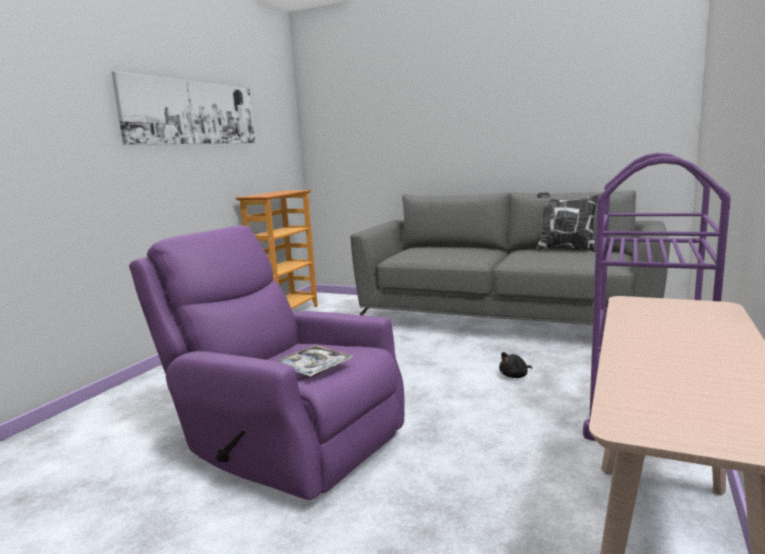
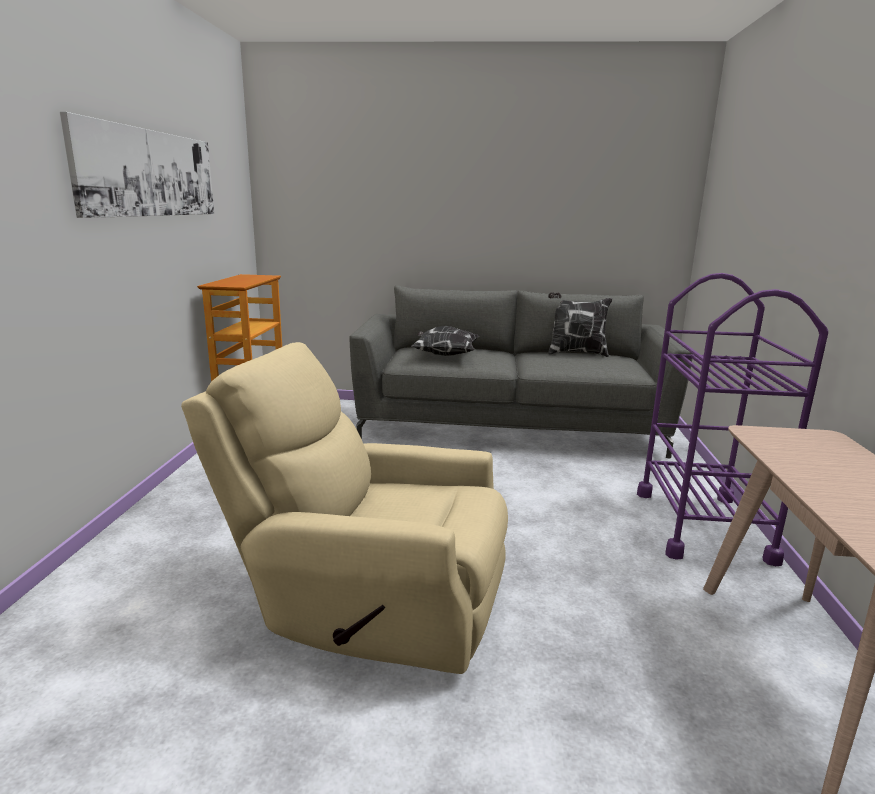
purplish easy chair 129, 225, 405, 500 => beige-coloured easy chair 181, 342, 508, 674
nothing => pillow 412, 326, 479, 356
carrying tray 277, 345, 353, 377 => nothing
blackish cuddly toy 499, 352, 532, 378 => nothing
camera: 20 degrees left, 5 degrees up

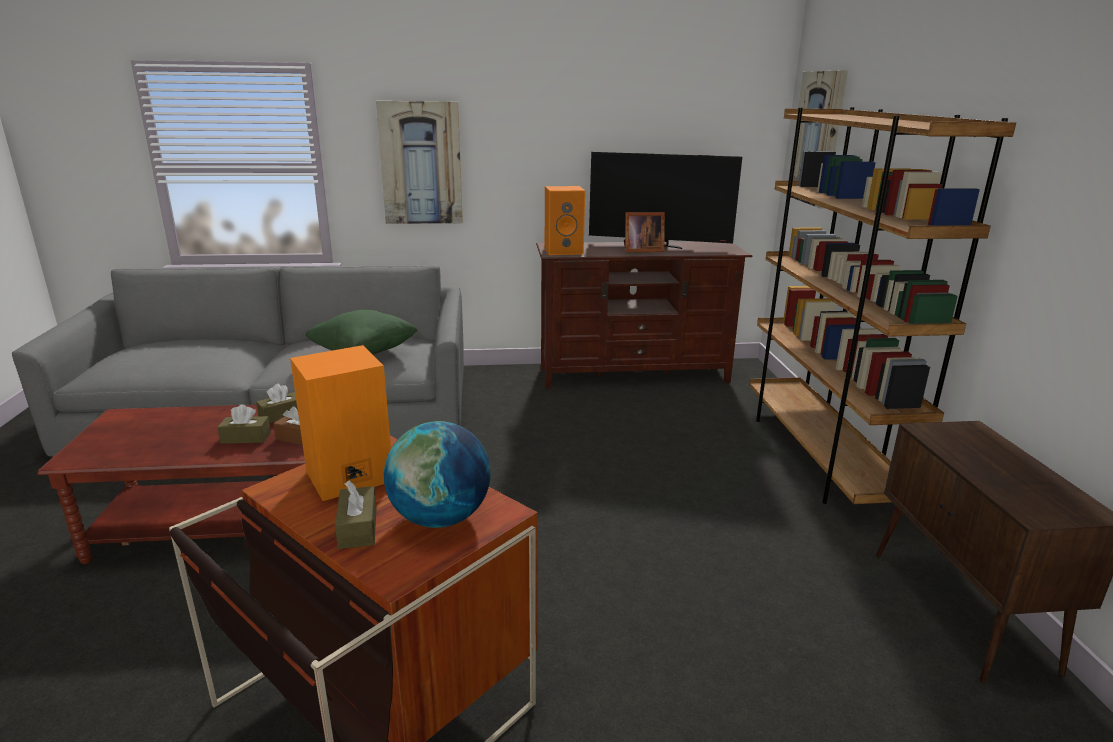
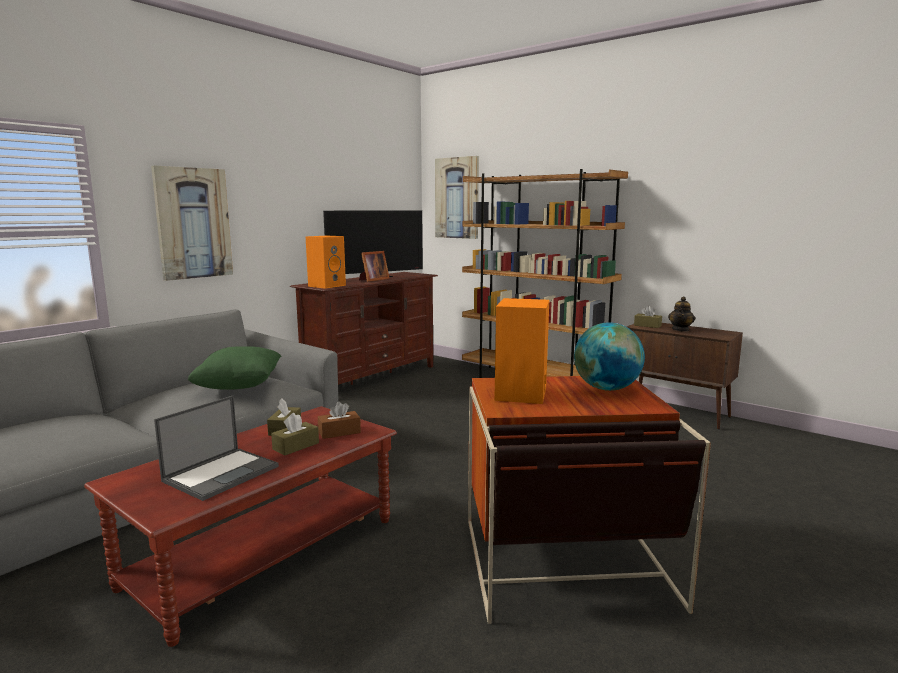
nothing => notebook computer 154, 396, 279, 501
brownish box of tissues 335, 480, 377, 549 => brownish box of tissues 634, 306, 662, 328, move
nothing => teapot 668, 297, 695, 332
camera: 45 degrees left, 10 degrees down

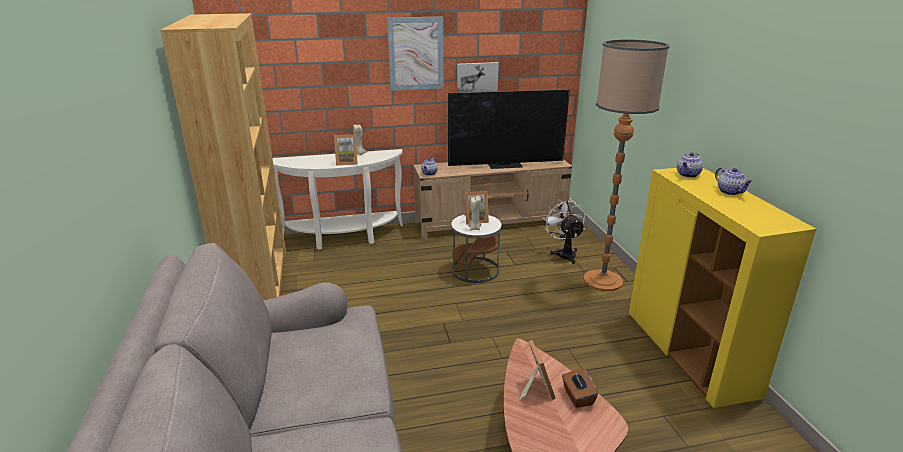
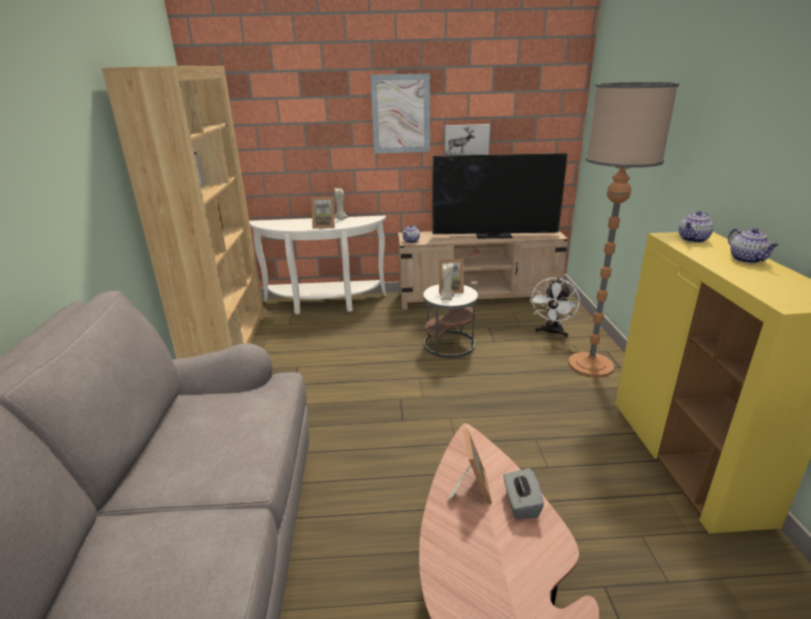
brownish box of tissues 562, 368, 598, 408 => greyish box of tissues 503, 468, 544, 519
whitish fan 543, 198, 585, 264 => whitish fan 530, 278, 580, 337, 150 degrees counterclockwise
camera: 10 degrees right, 0 degrees up

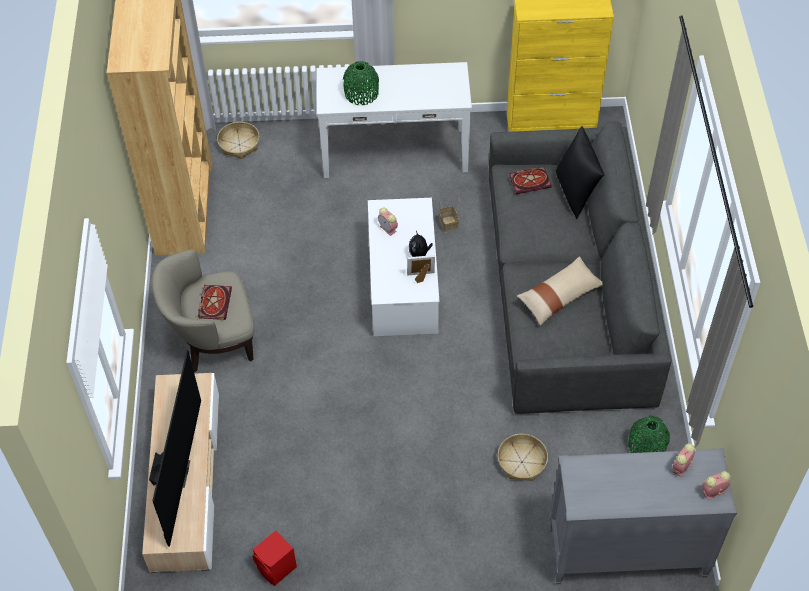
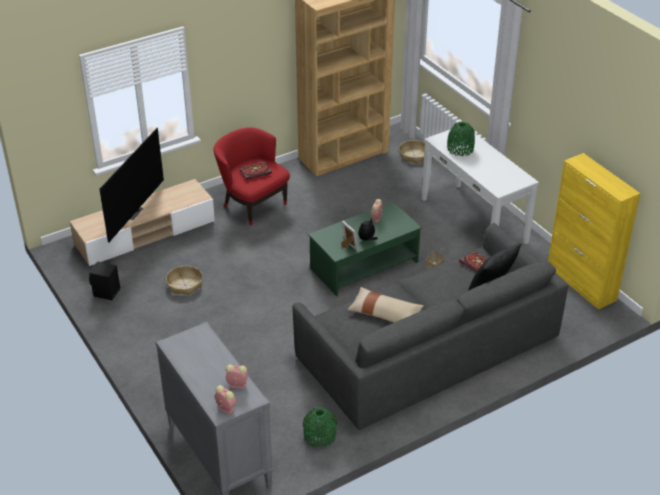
reddish speaker 252, 530, 297, 586 => blackish speaker 89, 262, 120, 300
television 149, 350, 201, 546 => television 99, 128, 164, 243, 45 degrees counterclockwise
storage basket 498, 434, 548, 481 => storage basket 166, 266, 203, 295, move
beige-coloured easy chair 152, 249, 254, 372 => reddish easy chair 214, 127, 290, 225
whitish coffee table 368, 198, 440, 336 => green-coloured coffee table 308, 202, 422, 296
camera: 60 degrees right, 15 degrees down

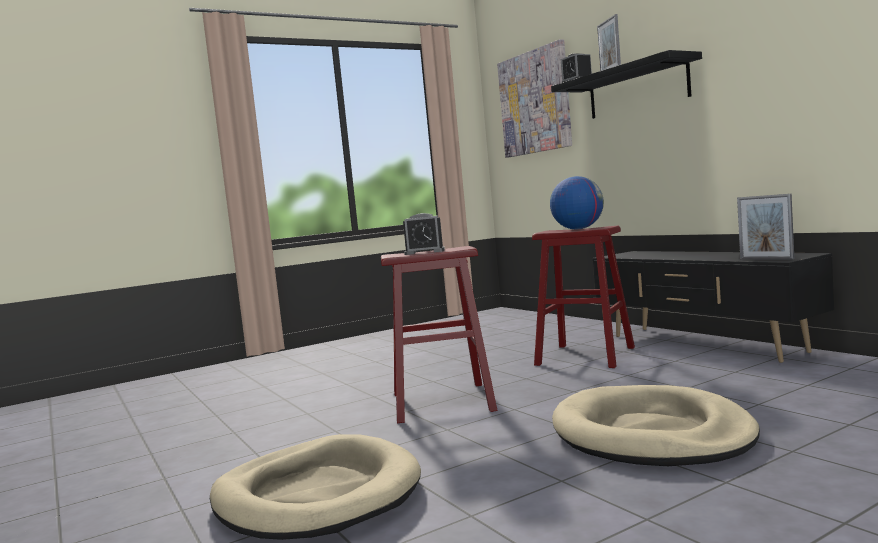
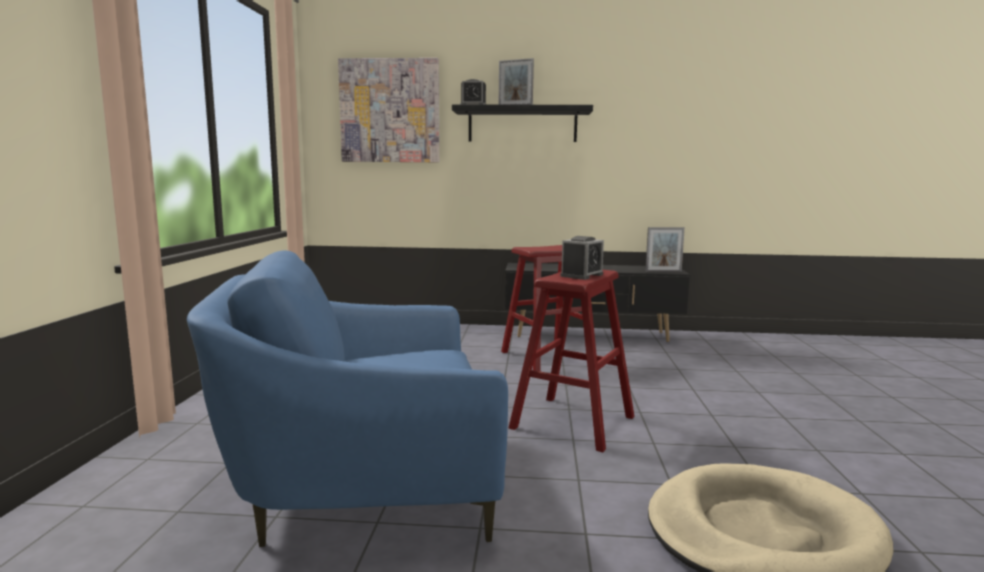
nothing => blue easy chair 187, 250, 508, 547
globe 550, 176, 604, 230 => nothing
beige-coloured dog cushion 552, 385, 760, 466 => nothing
camera: 55 degrees left, 5 degrees up

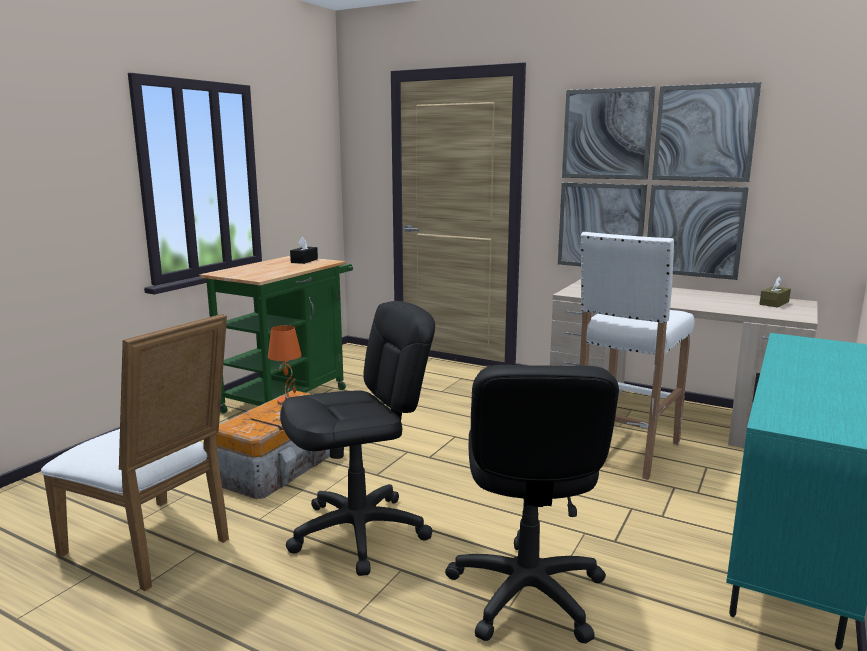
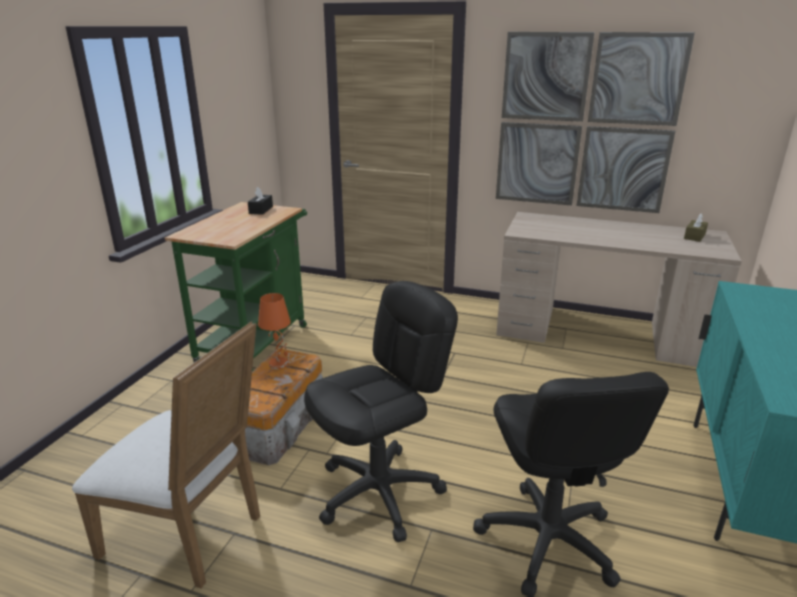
whitish stool 580, 232, 694, 480 => nothing
camera: 10 degrees left, 10 degrees up

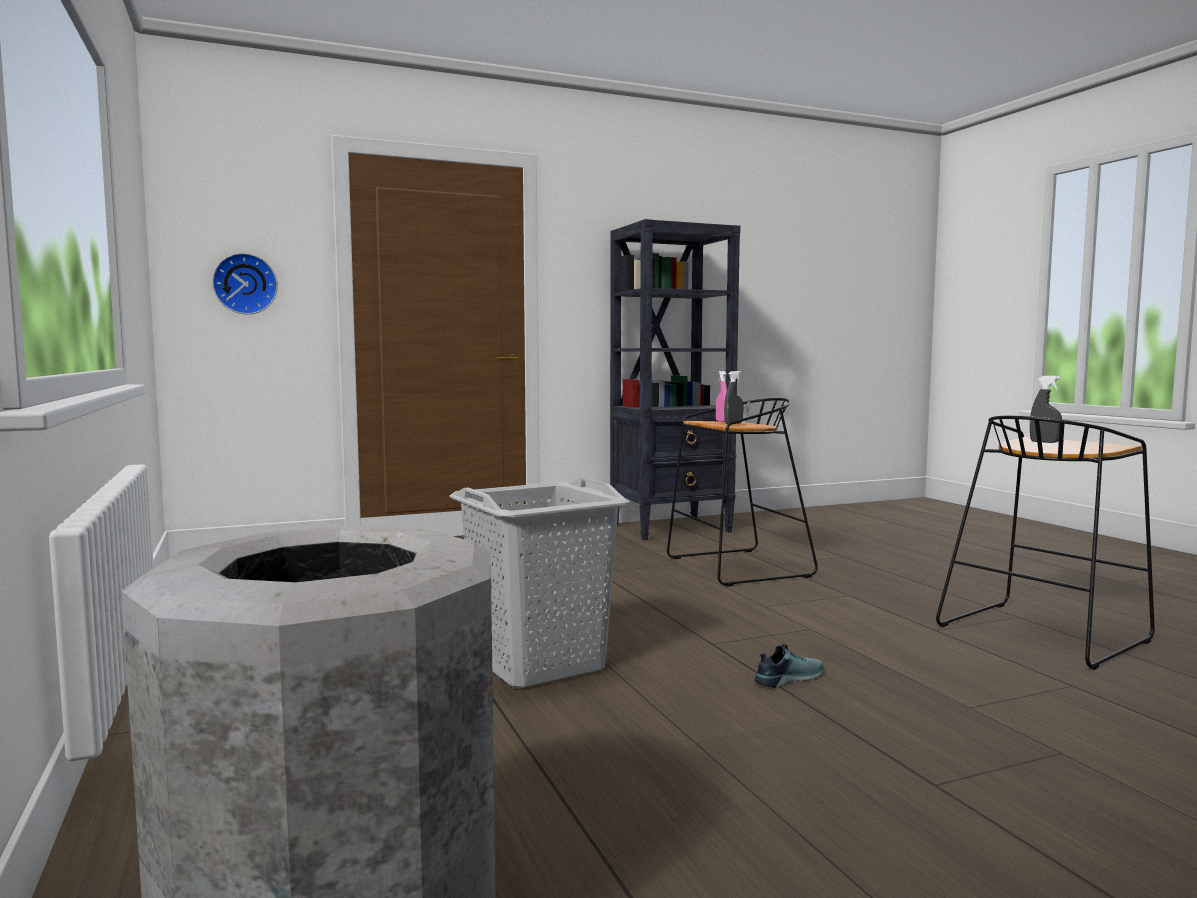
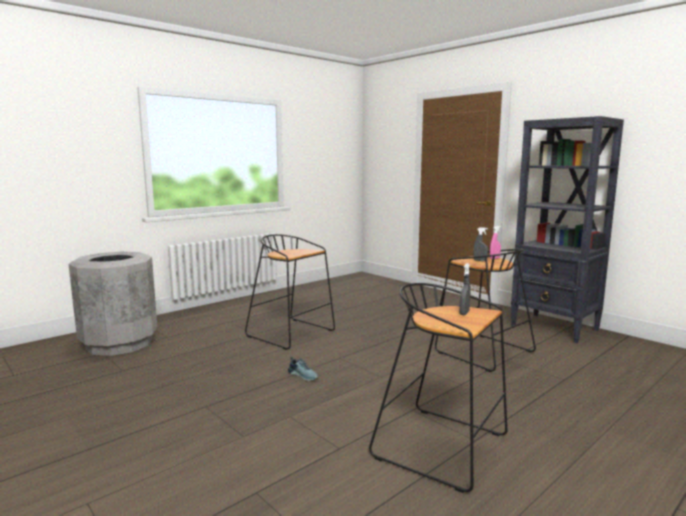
greyish laundry basket 450, 477, 630, 689 => blackish stool 245, 234, 335, 350
wall clock 212, 253, 278, 314 => nothing
camera: 70 degrees right, 5 degrees up

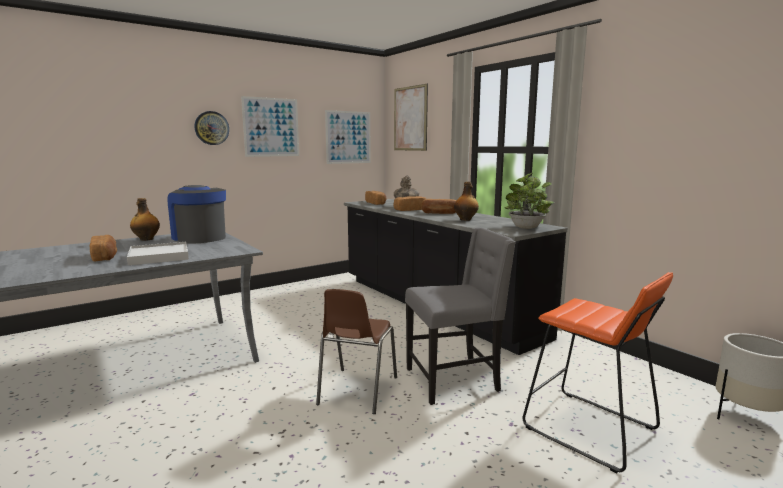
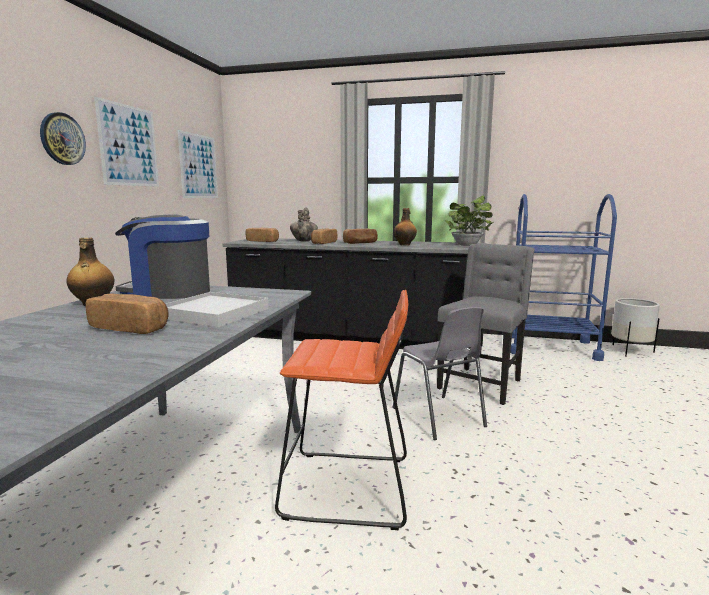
orange stool 523, 272, 673, 473 => orange stool 275, 290, 408, 530, move
brownish chair 316, 289, 397, 414 => greyish chair 392, 307, 487, 440
nothing => blue cart 510, 194, 617, 361
picture 394, 84, 428, 151 => nothing
camera: 40 degrees left, 0 degrees up

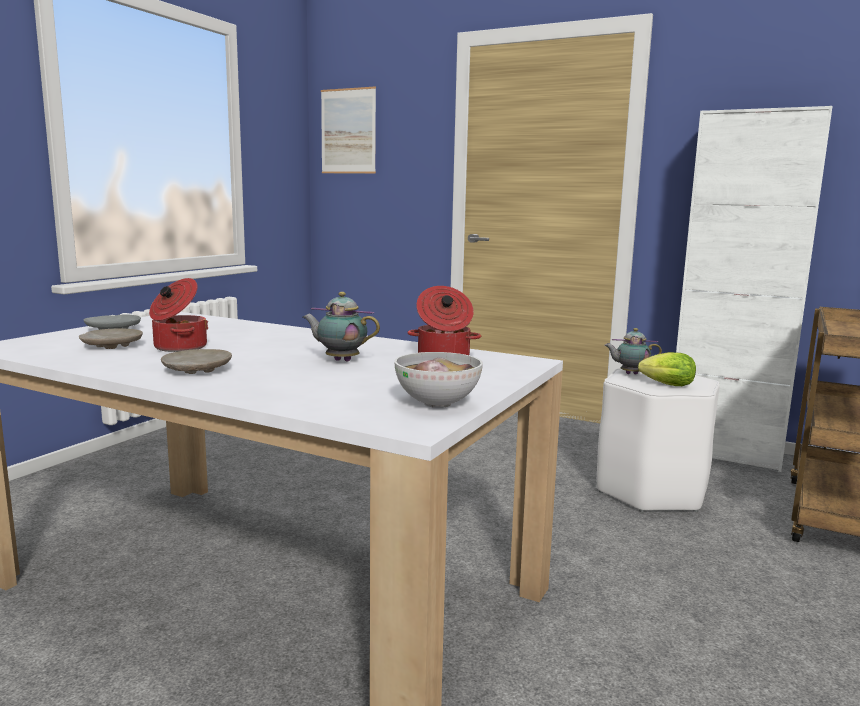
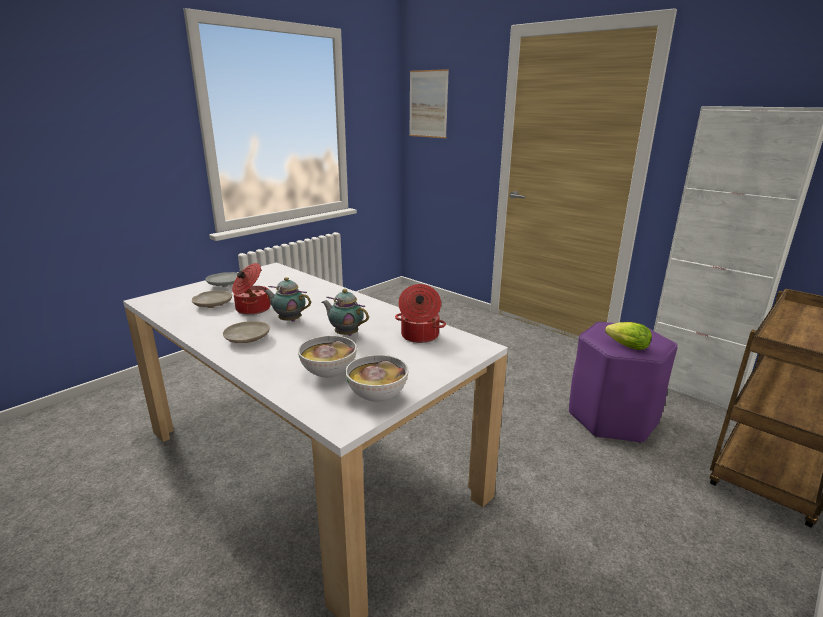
teapot 604, 328, 662, 375 => teapot 264, 277, 311, 322, move
nothing => bowl 298, 336, 357, 378
whitish stool 597, 368, 720, 512 => purplish stool 569, 322, 677, 444
camera: 15 degrees right, 10 degrees up

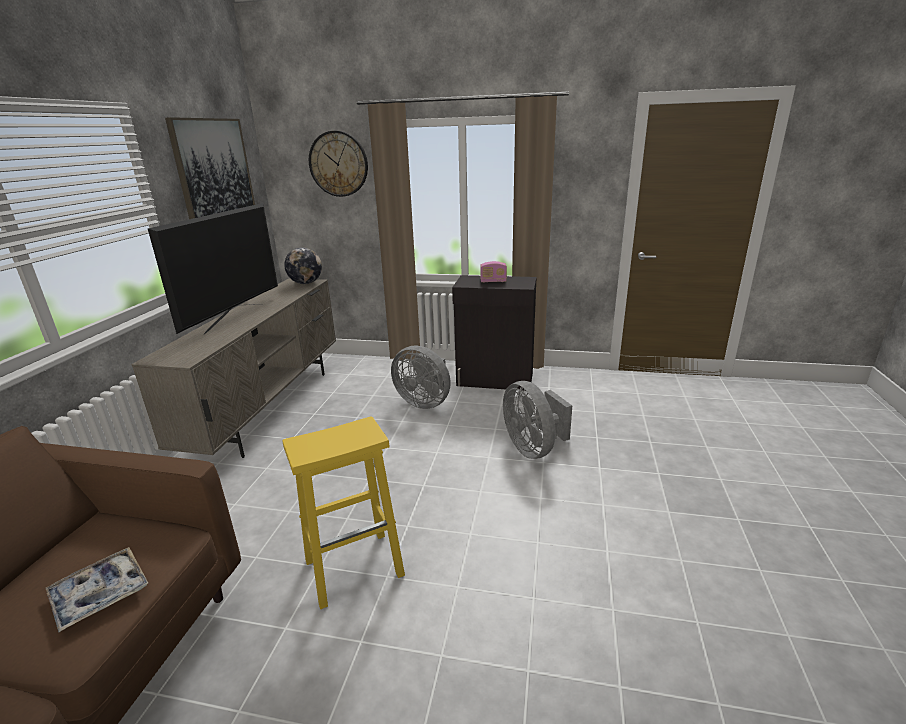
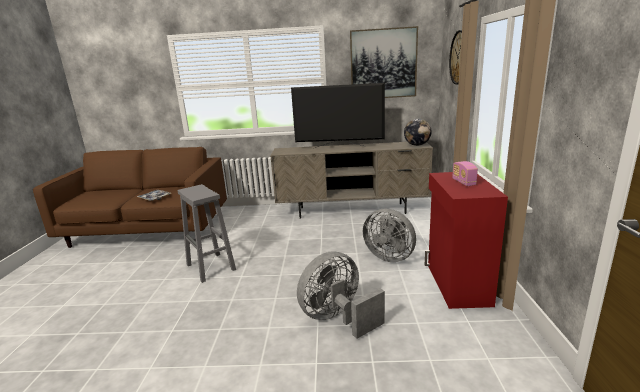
yellow stool 282, 416, 405, 609 => greyish stool 178, 184, 236, 283
greyish fan 391, 346, 451, 409 => greyish fan 363, 208, 416, 262, 75 degrees counterclockwise
blackish cabinet 452, 275, 536, 391 => reddish cabinet 425, 172, 508, 309
camera: 80 degrees right, 5 degrees down

